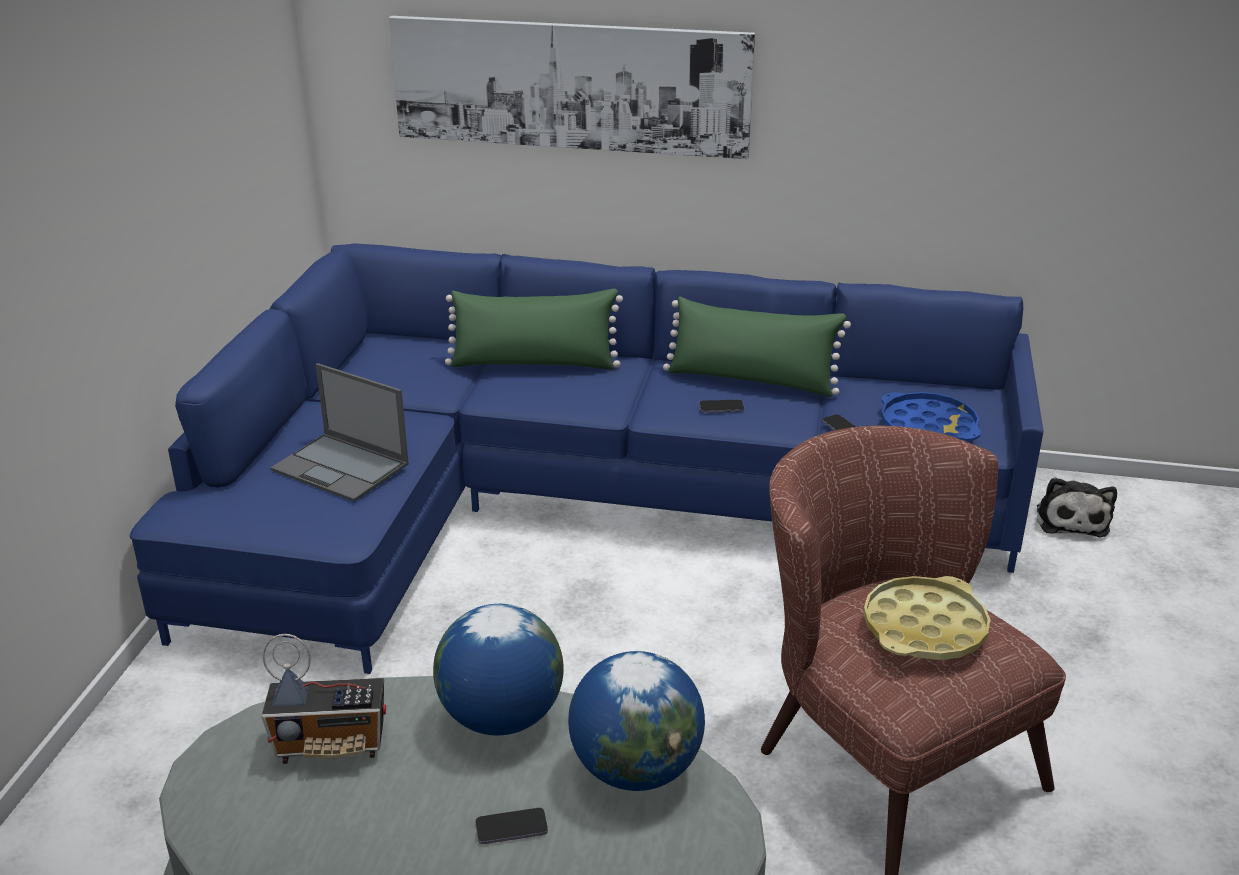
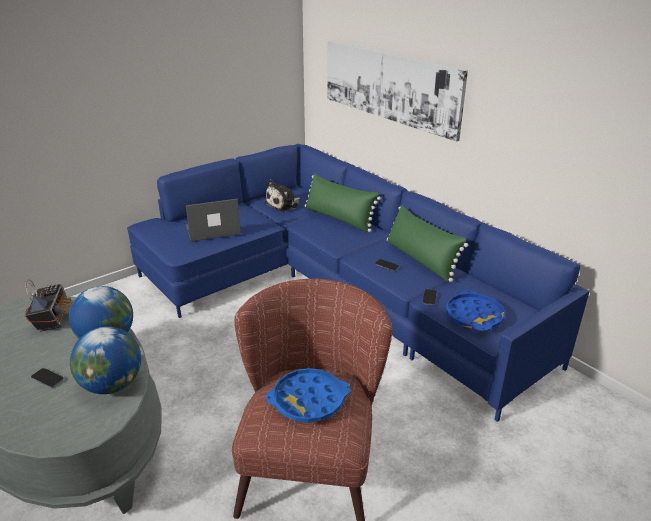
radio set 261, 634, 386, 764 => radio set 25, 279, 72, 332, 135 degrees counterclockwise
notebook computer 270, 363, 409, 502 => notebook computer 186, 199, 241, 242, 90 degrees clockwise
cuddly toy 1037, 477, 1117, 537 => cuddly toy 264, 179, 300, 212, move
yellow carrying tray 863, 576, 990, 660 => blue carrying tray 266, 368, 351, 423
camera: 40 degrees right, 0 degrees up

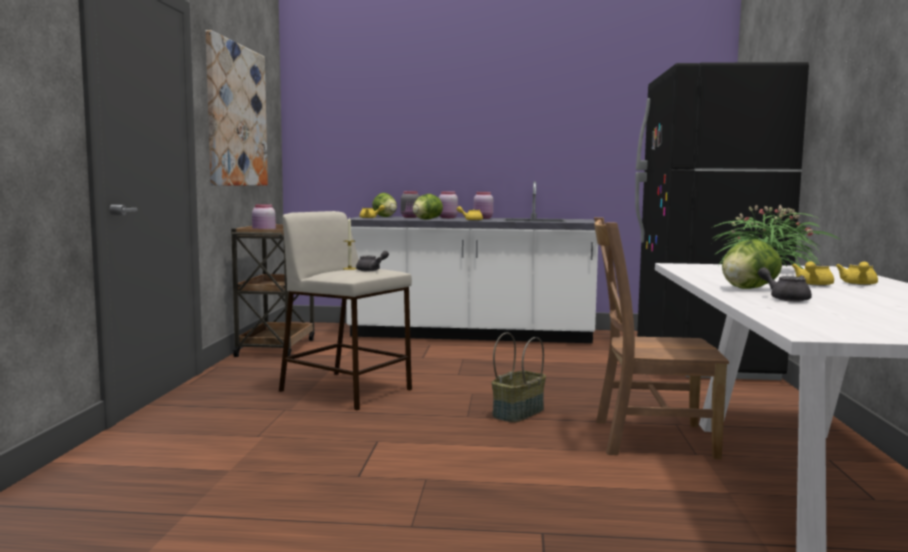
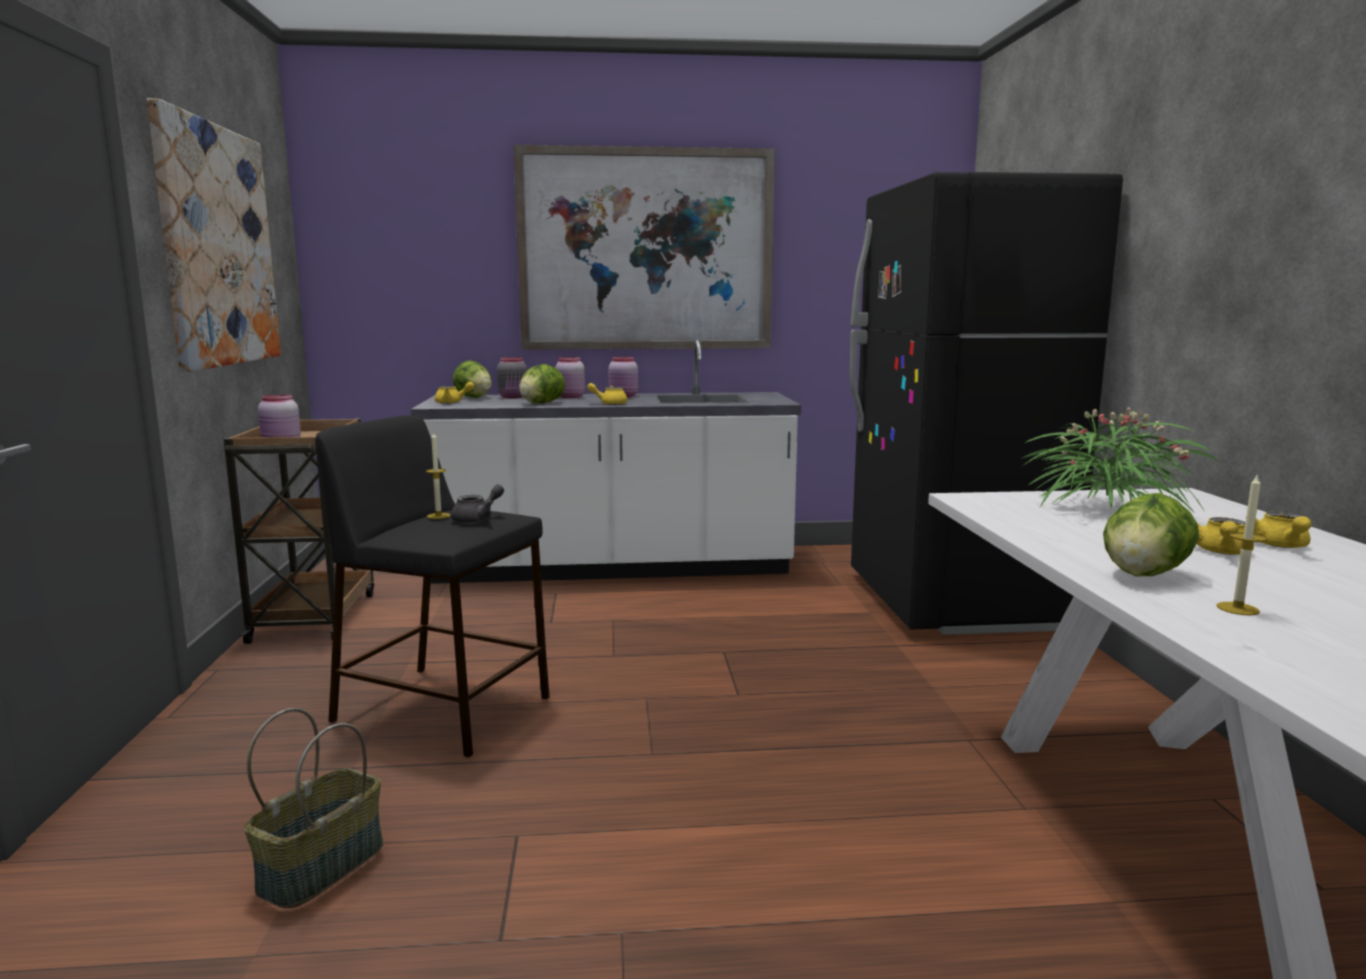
storage basket 492, 332, 546, 423 => storage basket 244, 708, 383, 908, move
beige-coloured stool 279, 211, 412, 410 => blackish stool 316, 416, 550, 757
nothing => picture 513, 145, 775, 350
greyish teapot 758, 267, 812, 302 => wax light 1217, 475, 1267, 615
brownish chair 594, 217, 729, 459 => nothing
camera: 10 degrees left, 5 degrees up

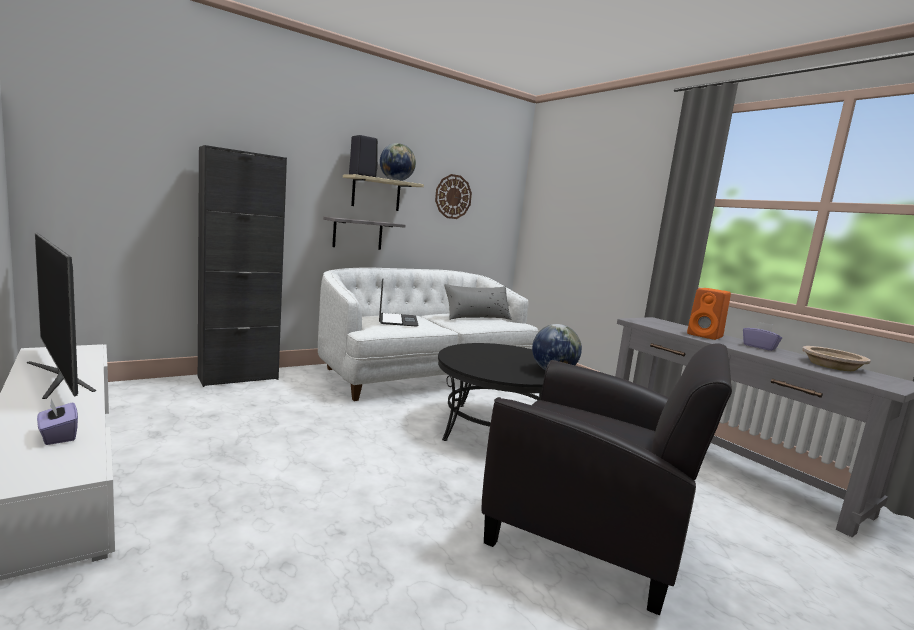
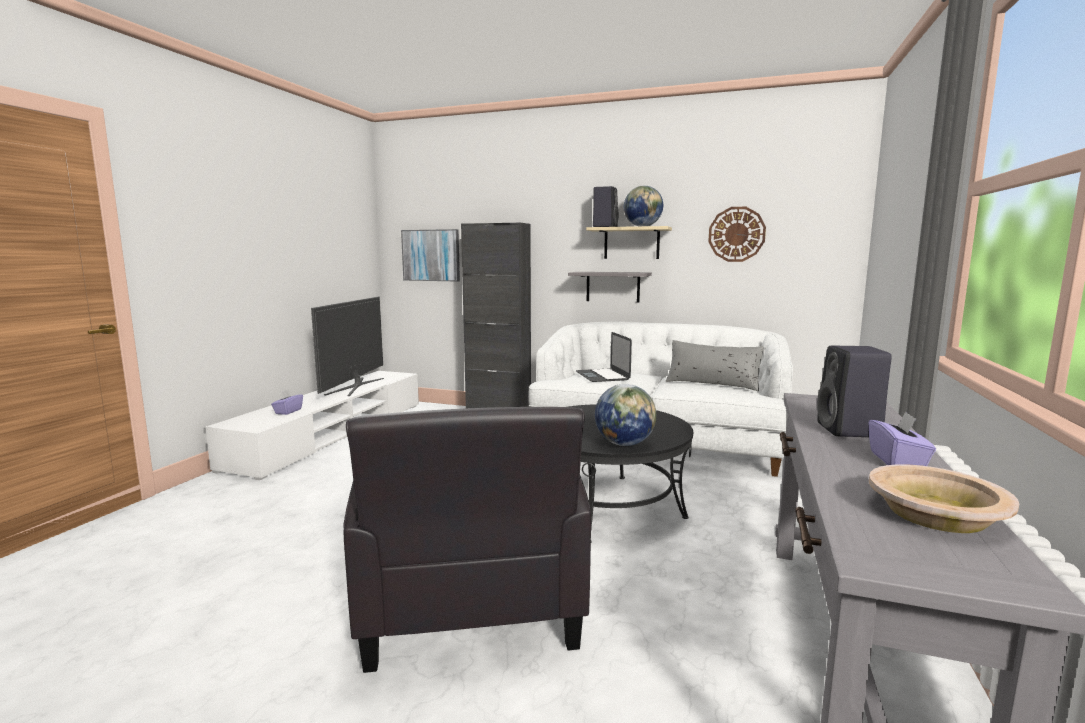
nothing => picture 401, 229, 460, 282
notebook computer 379, 279, 418, 326 => notebook computer 576, 332, 632, 382, 120 degrees clockwise
orange speaker 687, 288, 731, 340 => blackish speaker 817, 346, 892, 437
camera: 55 degrees right, 0 degrees up

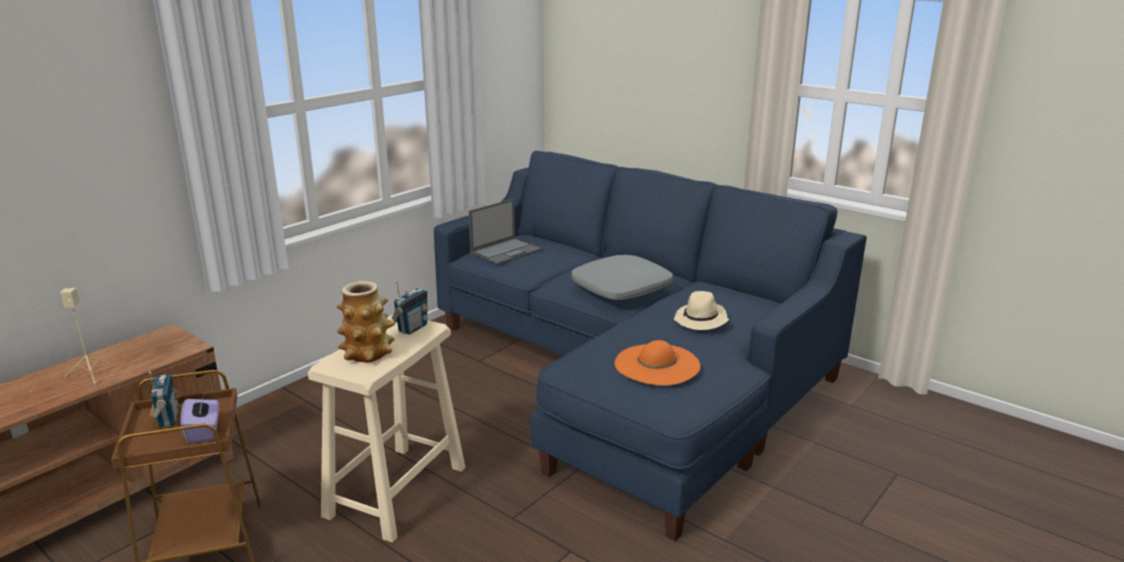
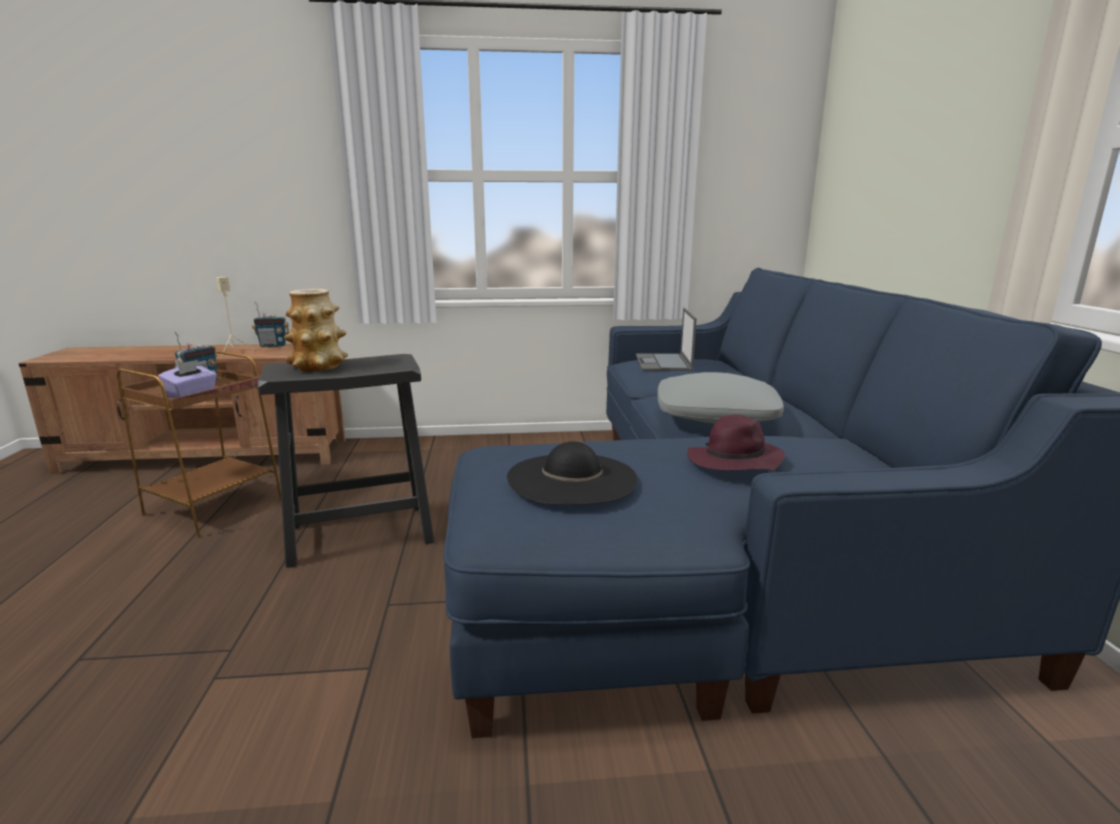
radio set 391, 280, 428, 335 => radio set 252, 302, 289, 347, move
beige-coloured stool 308, 315, 466, 543 => blackish stool 258, 354, 434, 568
orange clothing hat 615, 340, 701, 386 => blackish clothing hat 507, 441, 638, 505
notebook computer 469, 199, 542, 265 => notebook computer 636, 308, 697, 371, 90 degrees clockwise
beige-coloured clothing hat 674, 291, 729, 330 => purplish clothing hat 687, 415, 785, 471
camera: 45 degrees right, 5 degrees down

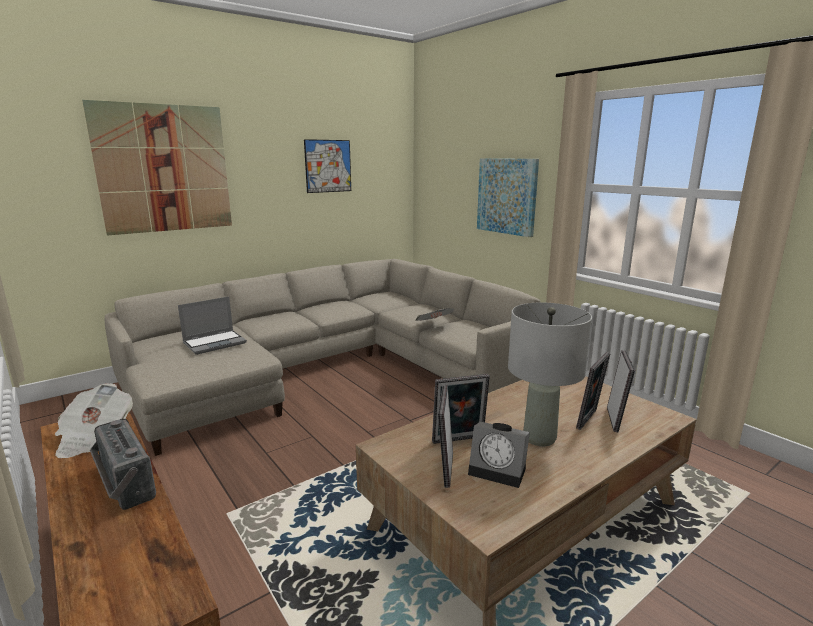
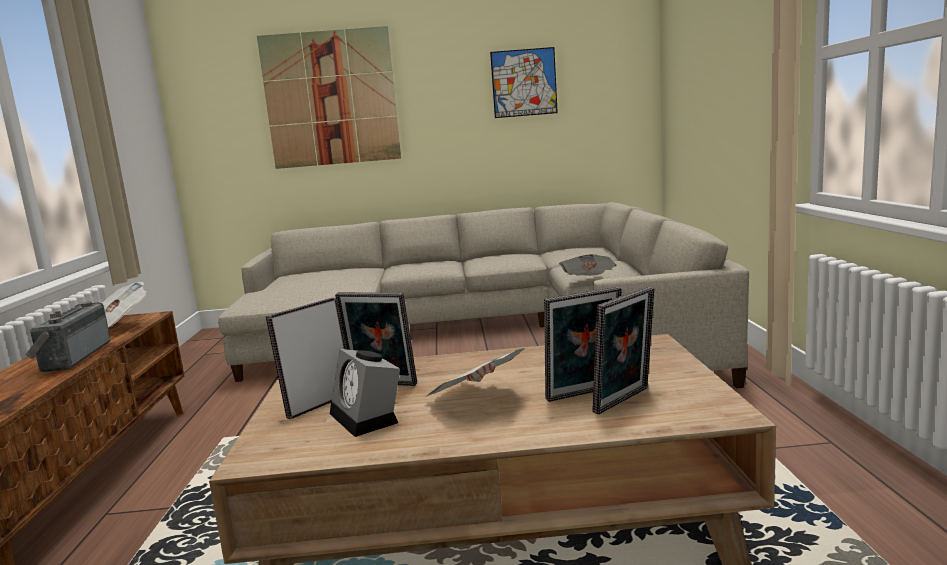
greyish lamp for a table 508, 302, 592, 446 => newspaper 425, 348, 525, 397
notebook computer 178, 297, 247, 355 => nothing
picture 477, 158, 539, 237 => nothing
camera: 35 degrees right, 5 degrees down

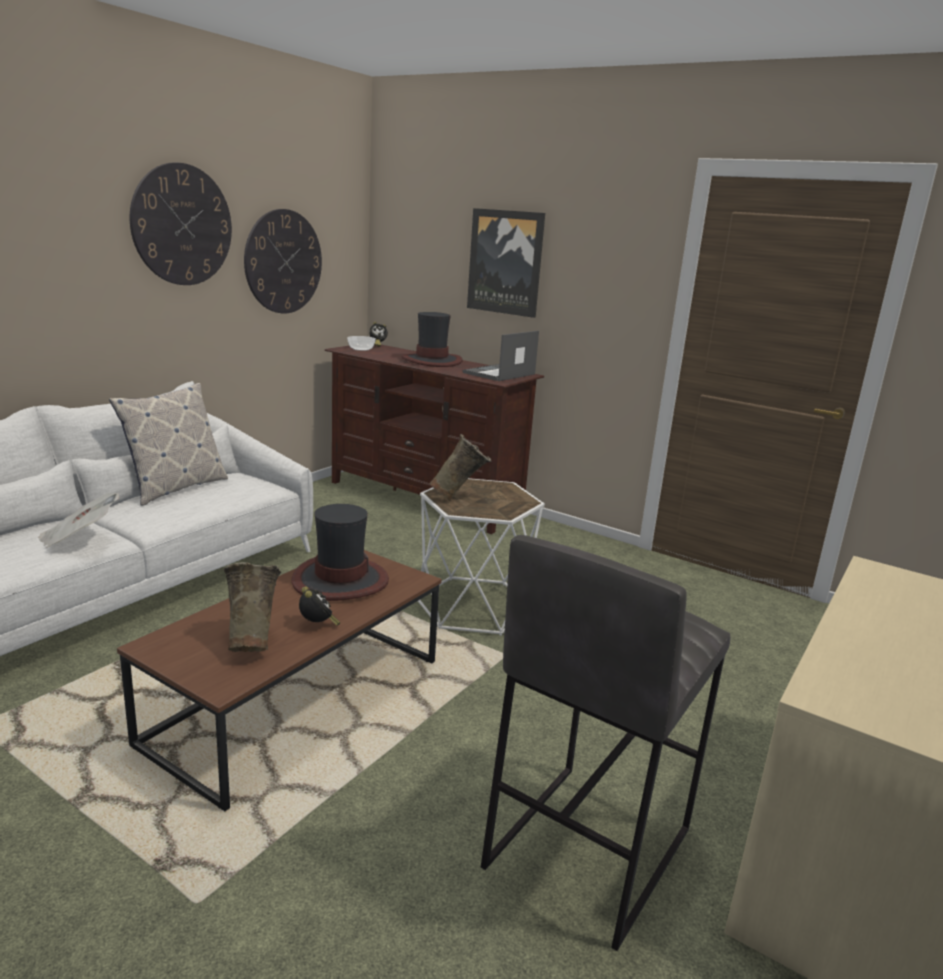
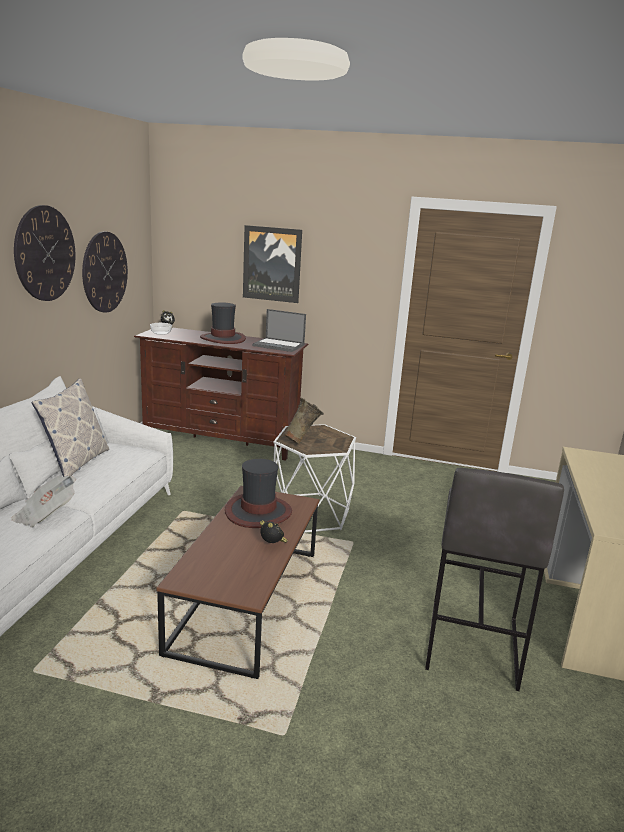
notebook computer 462, 331, 539, 381 => notebook computer 252, 309, 306, 352, 90 degrees counterclockwise
beige-coloured vase 224, 562, 281, 652 => nothing
camera: 20 degrees left, 0 degrees up

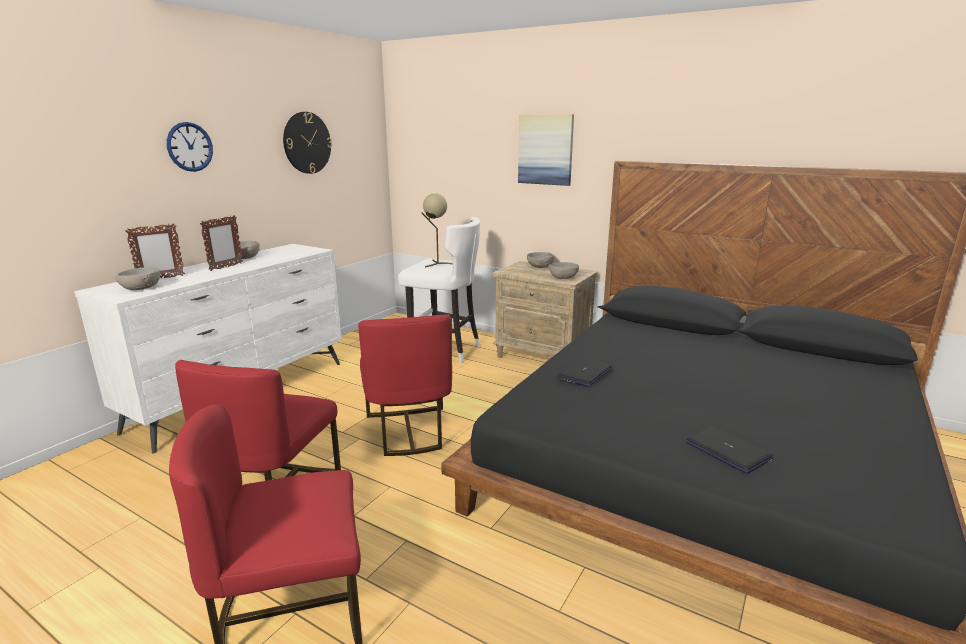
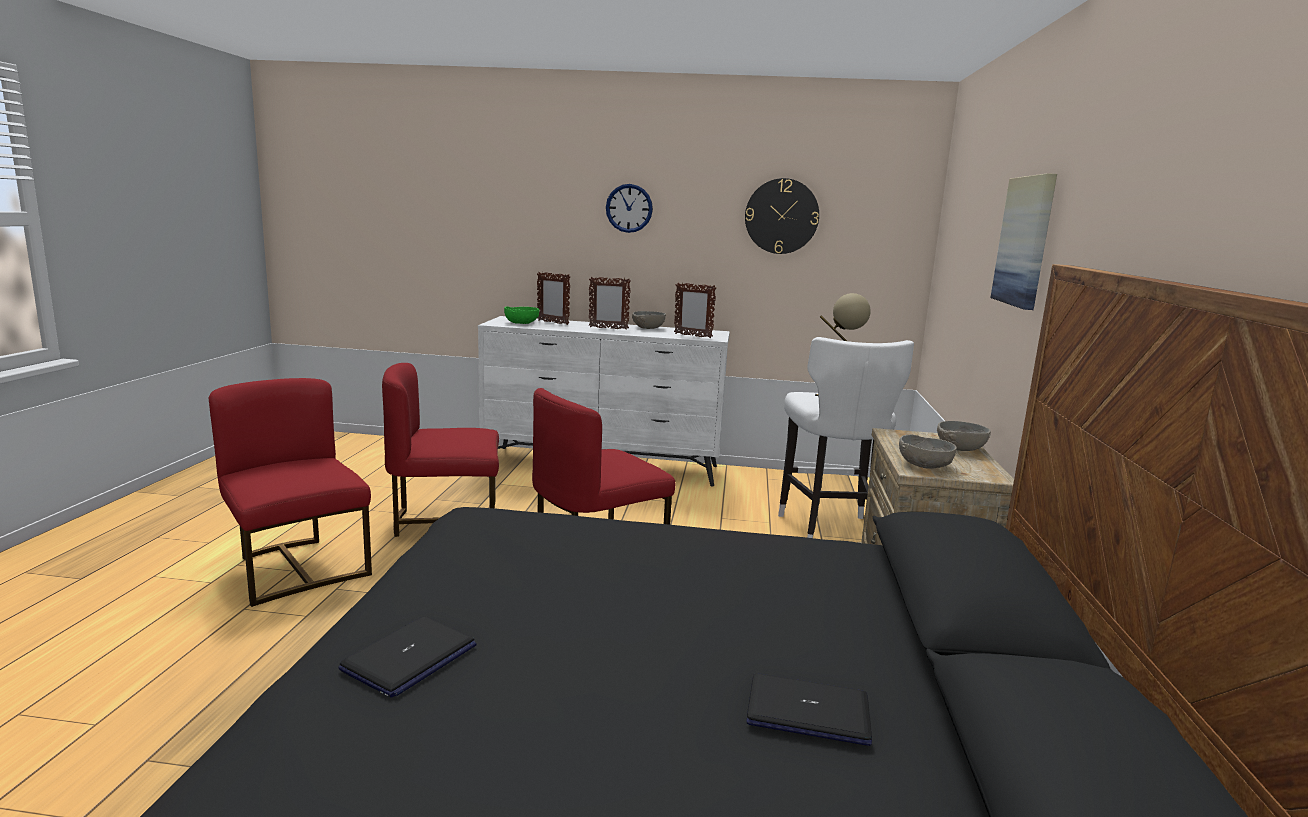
greyish bowl 115, 267, 161, 290 => green-coloured bowl 504, 306, 539, 324
nothing => photo frame 674, 283, 716, 338
notebook computer 555, 358, 612, 387 => notebook computer 747, 673, 872, 746, move
camera: 65 degrees right, 5 degrees down

